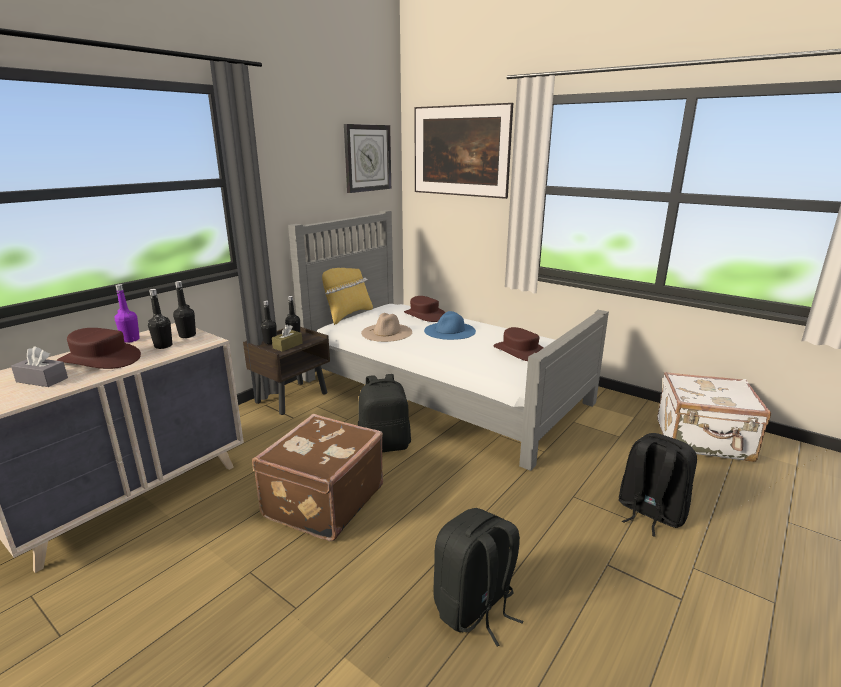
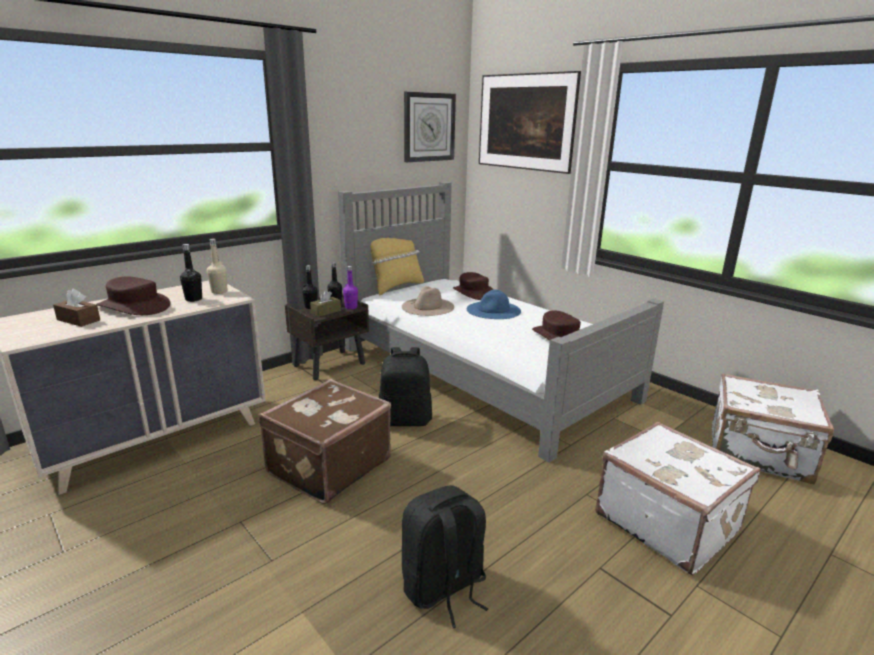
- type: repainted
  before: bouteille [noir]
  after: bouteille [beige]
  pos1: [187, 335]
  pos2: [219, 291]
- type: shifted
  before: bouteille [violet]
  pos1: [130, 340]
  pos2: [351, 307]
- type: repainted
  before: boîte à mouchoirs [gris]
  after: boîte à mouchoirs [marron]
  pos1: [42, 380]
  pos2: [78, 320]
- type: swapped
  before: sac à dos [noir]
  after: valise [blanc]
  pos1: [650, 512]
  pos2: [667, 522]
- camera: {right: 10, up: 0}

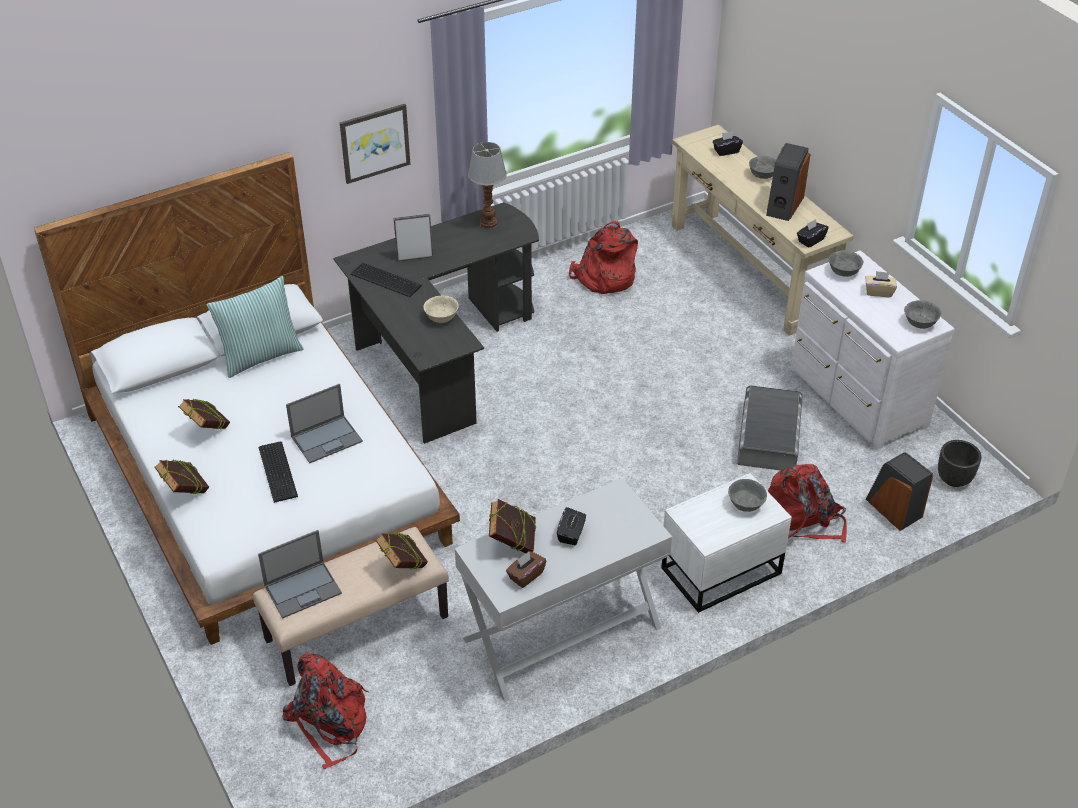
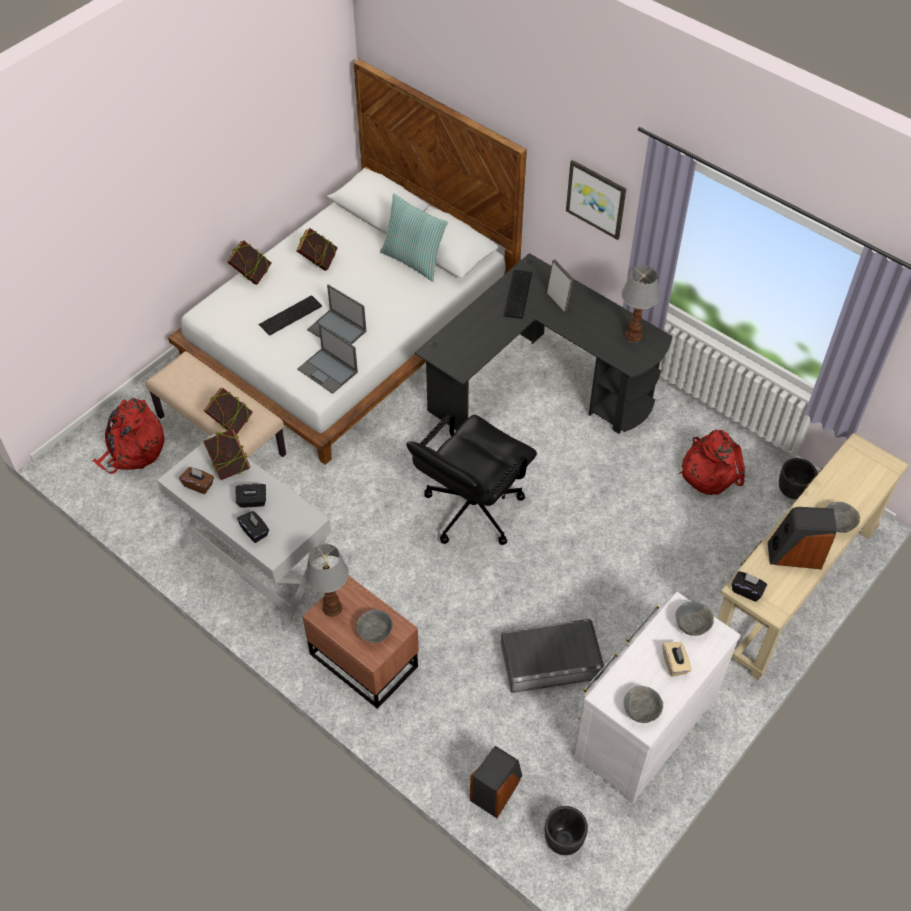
- type: shifted
  before: boîte à mouchoirs [noir]
  pos1: [726, 151]
  pos2: [255, 531]
- type: gone
  before: bol [beige]
  pos1: [441, 318]
- type: gone
  before: sac à dos [rouge]
  pos1: [802, 520]
- type: repainted
  before: table de chevet [blanc]
  after: table de chevet [marron]
  pos1: [718, 570]
  pos2: [364, 658]
- type: shifted
  before: ordinateur portable
  pos1: [303, 589]
  pos2: [328, 371]
- type: new
  after: chaise de bureau [noir]
  pos2: [471, 509]
- type: new
  after: cache-pot [noir]
  pos2: [792, 490]
- type: new
  after: lampe de table
  pos2: [332, 608]
- camera: {right: 70, up: 10}

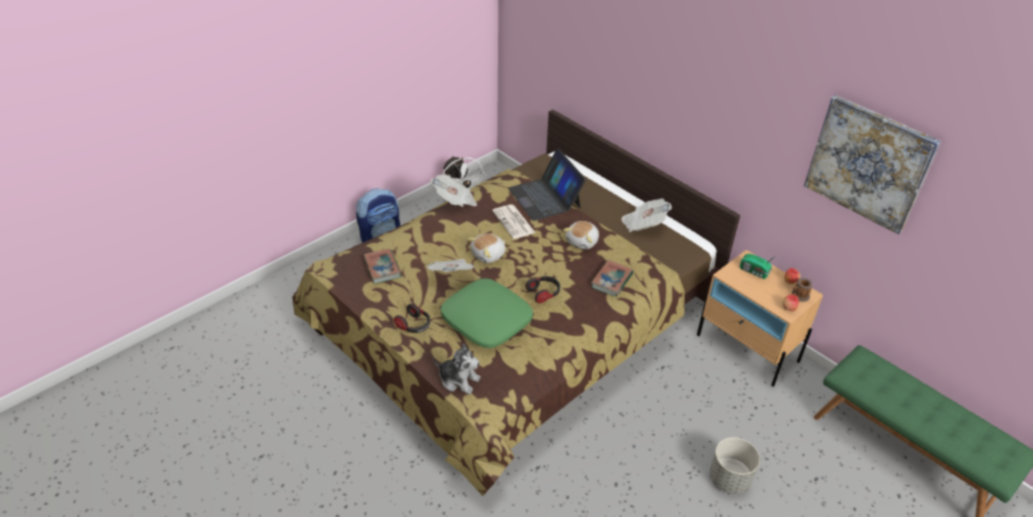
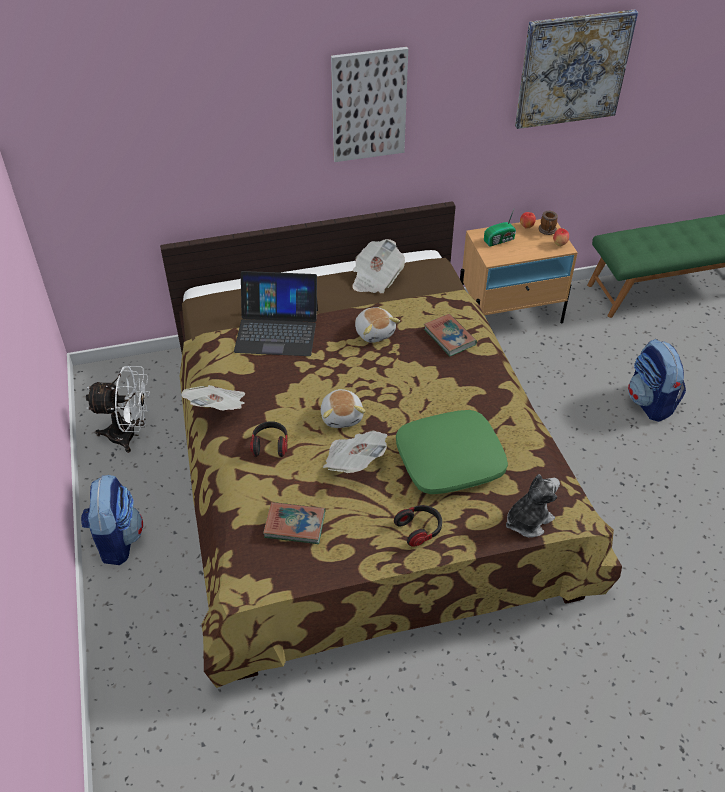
- type: gone
  before: journal
  pos1: [514, 222]
- type: shifted
  before: casque audio
  pos1: [544, 293]
  pos2: [270, 445]
- type: swapped
  before: cache-pot [gris]
  after: sac à dos
  pos1: [729, 479]
  pos2: [650, 402]
- type: new
  after: tableau
  pos2: [369, 105]
- camera: {right: -60, up: 5}

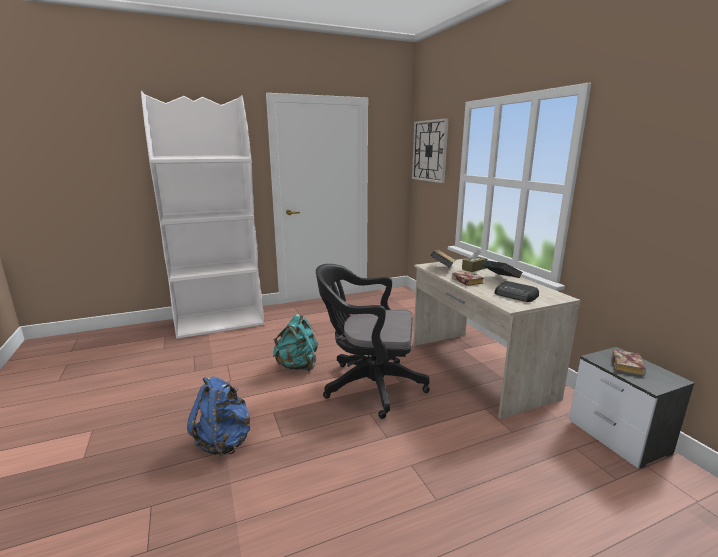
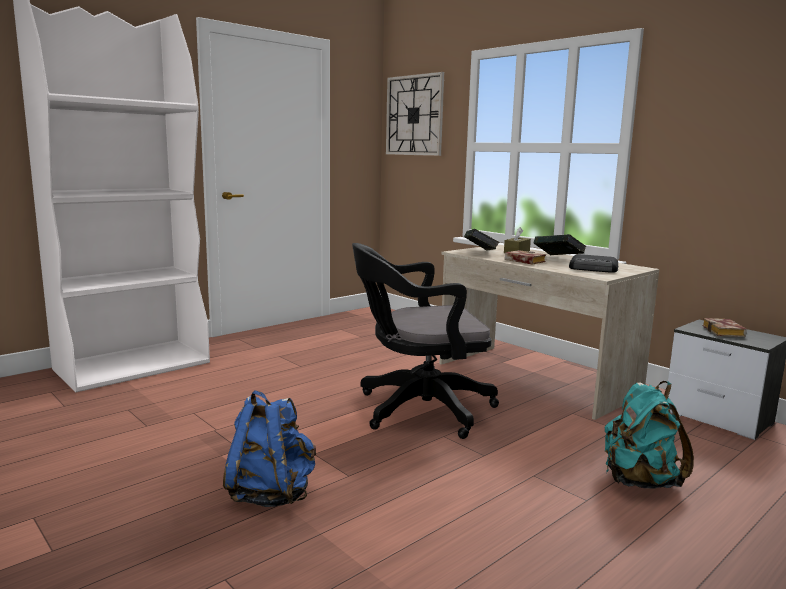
- type: shifted
  before: sac à dos [turquoise]
  pos1: [297, 366]
  pos2: [639, 481]
- camera: {right: -20, up: -5}

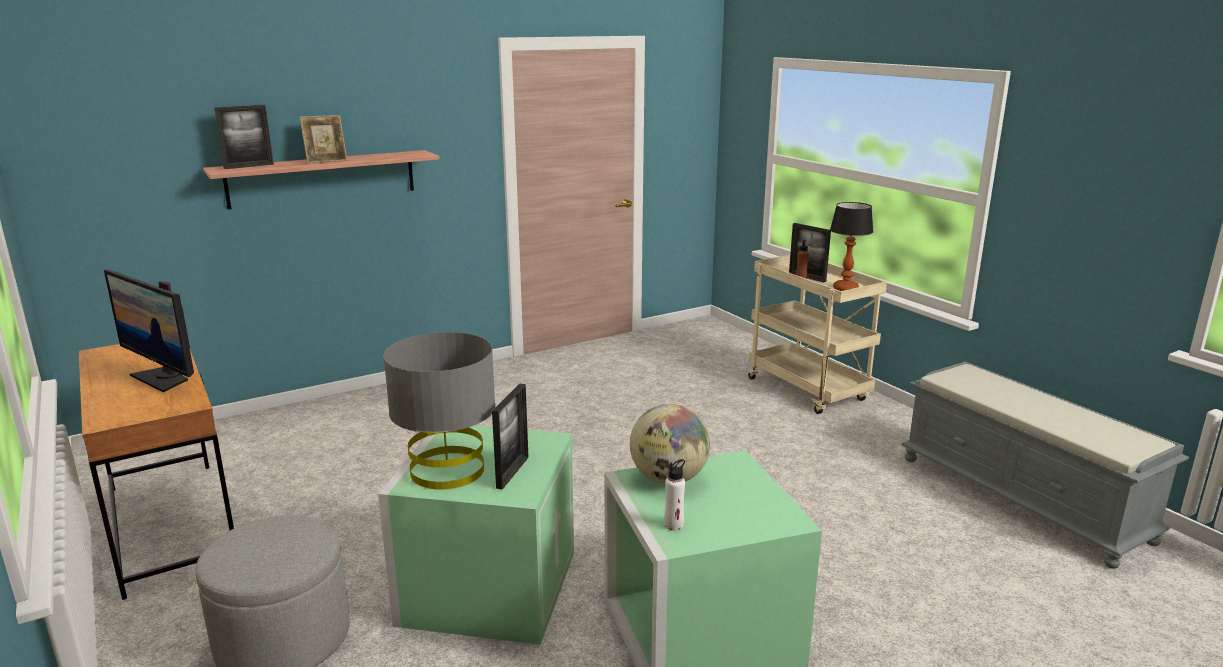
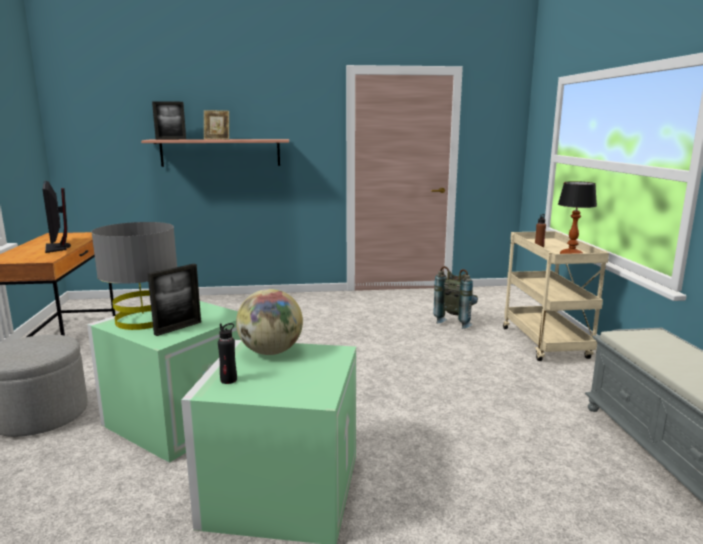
- type: gone
  before: cadre photo
  pos1: [807, 277]
- type: repainted
  before: bouteille [blanc]
  after: bouteille [noir]
  pos1: [674, 525]
  pos2: [228, 380]
- type: new
  after: sac à dos [gris]
  pos2: [456, 321]
- camera: {right: 25, up: -5}

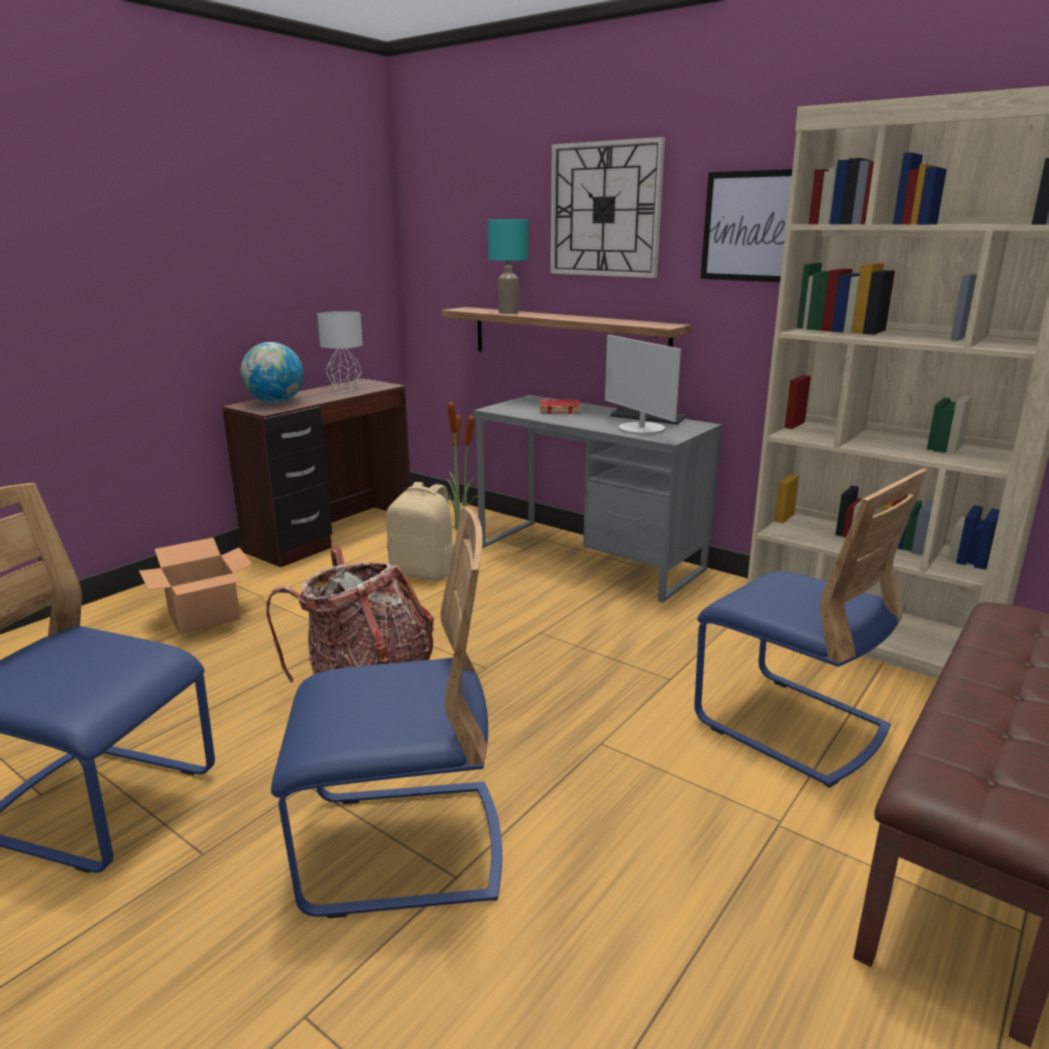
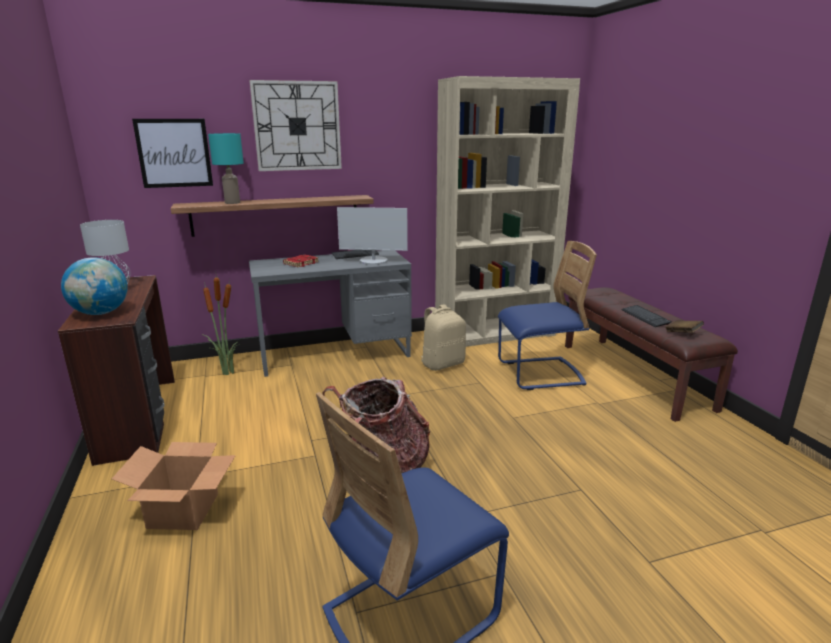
- type: shifted
  before: tableau
  pos1: [753, 226]
  pos2: [174, 153]
- type: shifted
  before: sac à dos [beige]
  pos1: [424, 572]
  pos2: [442, 364]
- type: gone
  before: chaise [bleu]
  pos1: [401, 848]
- type: new
  after: clavier
  pos2: [645, 317]
- type: new
  after: livre [marron]
  pos2: [682, 333]
- camera: {right: -55, up: 0}

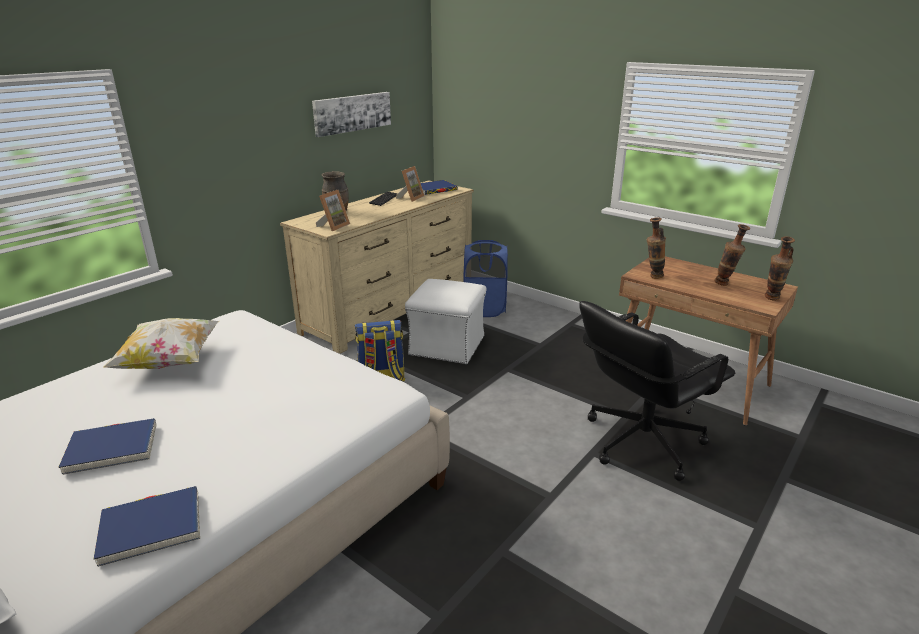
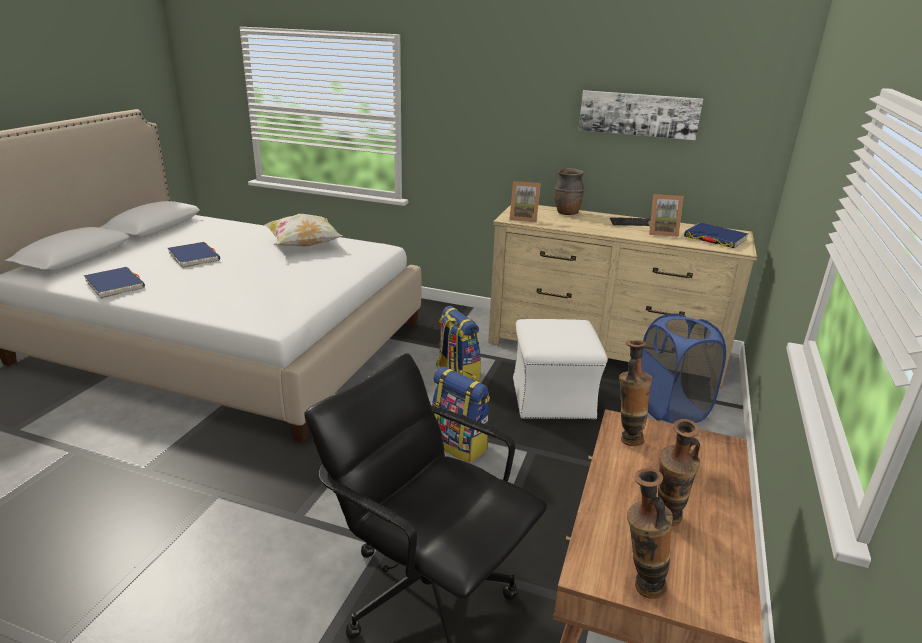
- type: new
  after: sac à dos
  pos2: [459, 444]
- camera: {right: 70, up: 0}

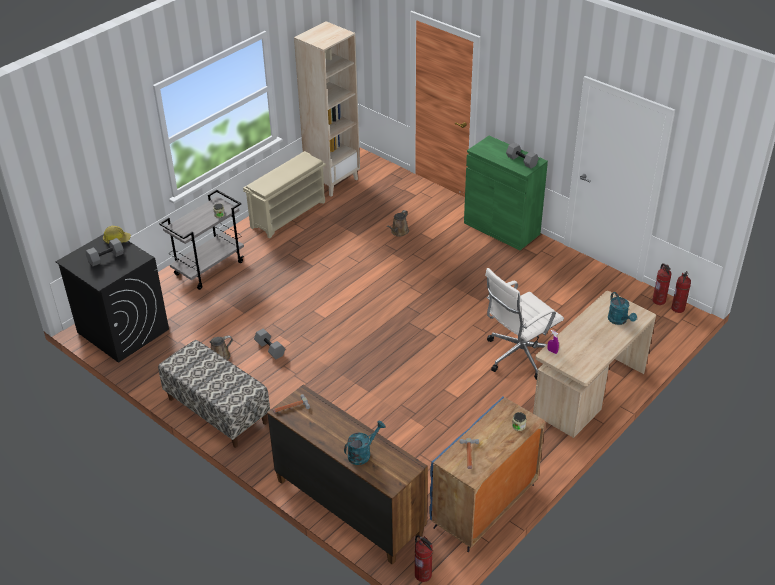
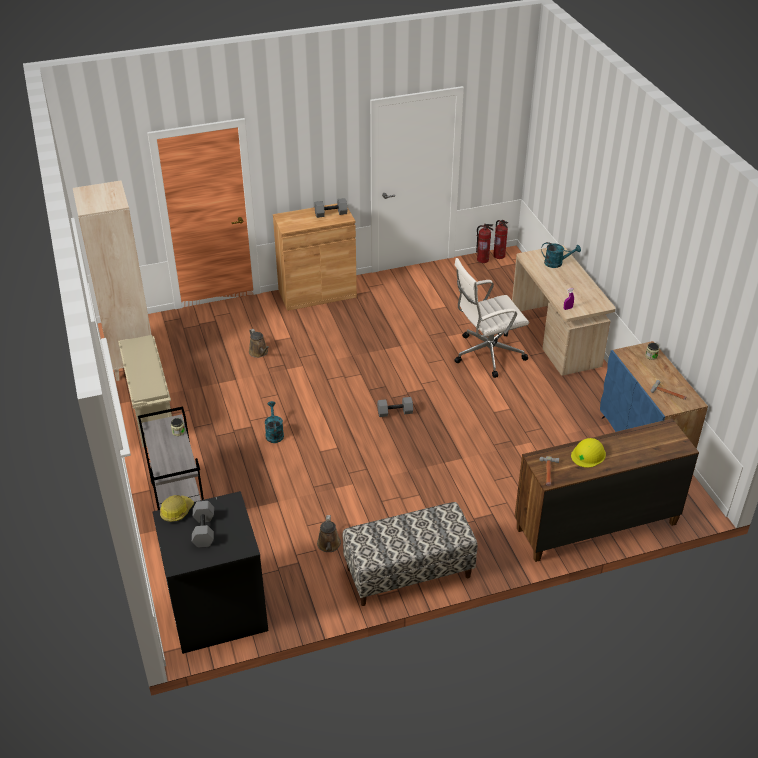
- type: repainted
  before: meuble de rangement [vert]
  after: meuble de rangement [marron]
  pos1: [501, 228]
  pos2: [317, 294]
- type: rotated
  before: chaise de bureau [blanc]
  pos1: [519, 355]
  pos2: [486, 354]
  turn: 75
- type: shifted
  before: haltère [gris]
  pos1: [269, 349]
  pos2: [394, 413]
- type: shifted
  before: arrosoir [turquoise]
  pos1: [362, 453]
  pos2: [274, 433]
- type: gone
  before: extincteur
  pos1: [423, 574]
- type: new
  after: casque de chantier [jaune]
  pos2: [588, 454]
- camera: {right: -60, up: 0}

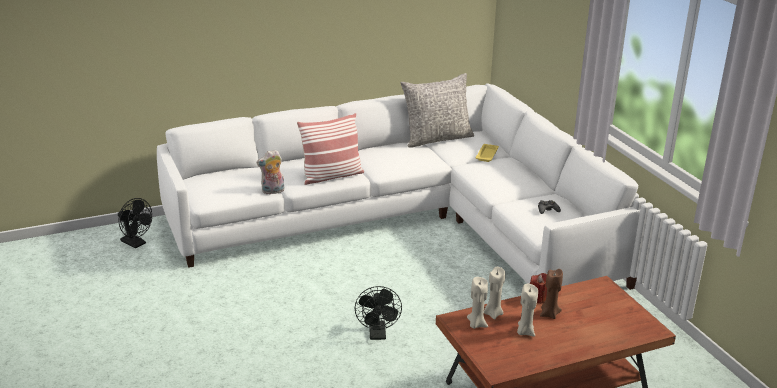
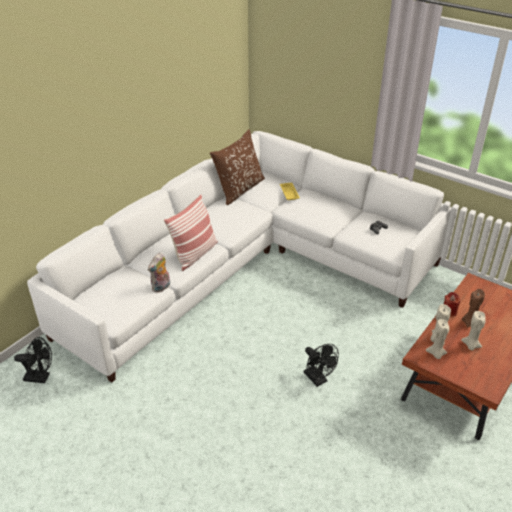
- type: repainted
  before: coussin [gris]
  after: coussin [marron]
  pos1: [436, 138]
  pos2: [239, 189]
- camera: {right: -30, up: 10}

